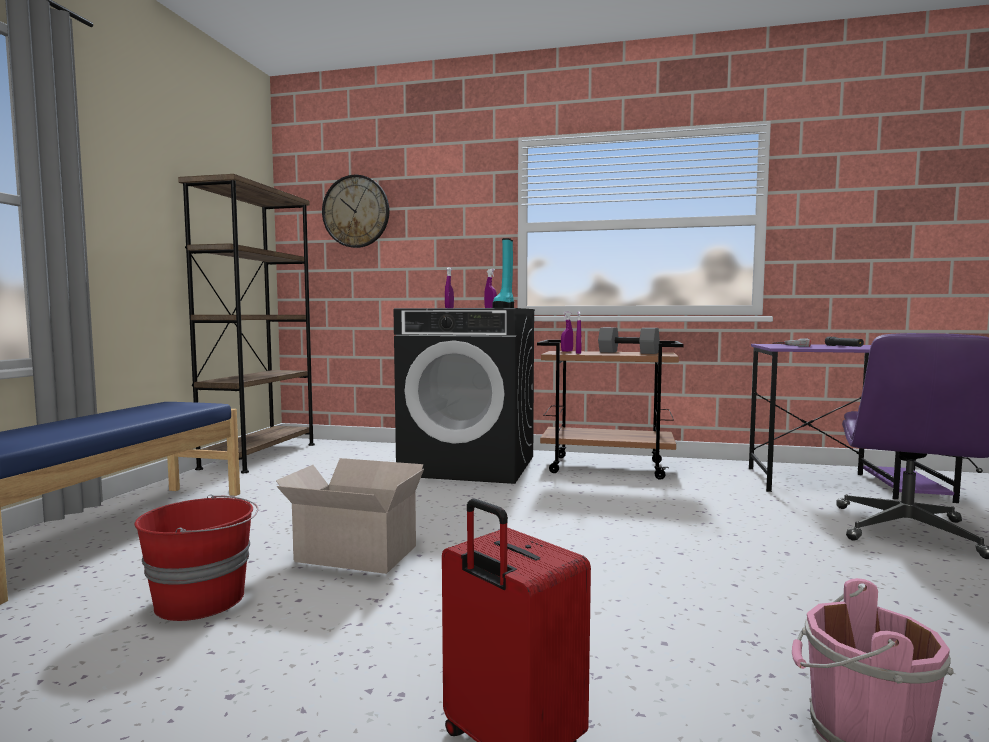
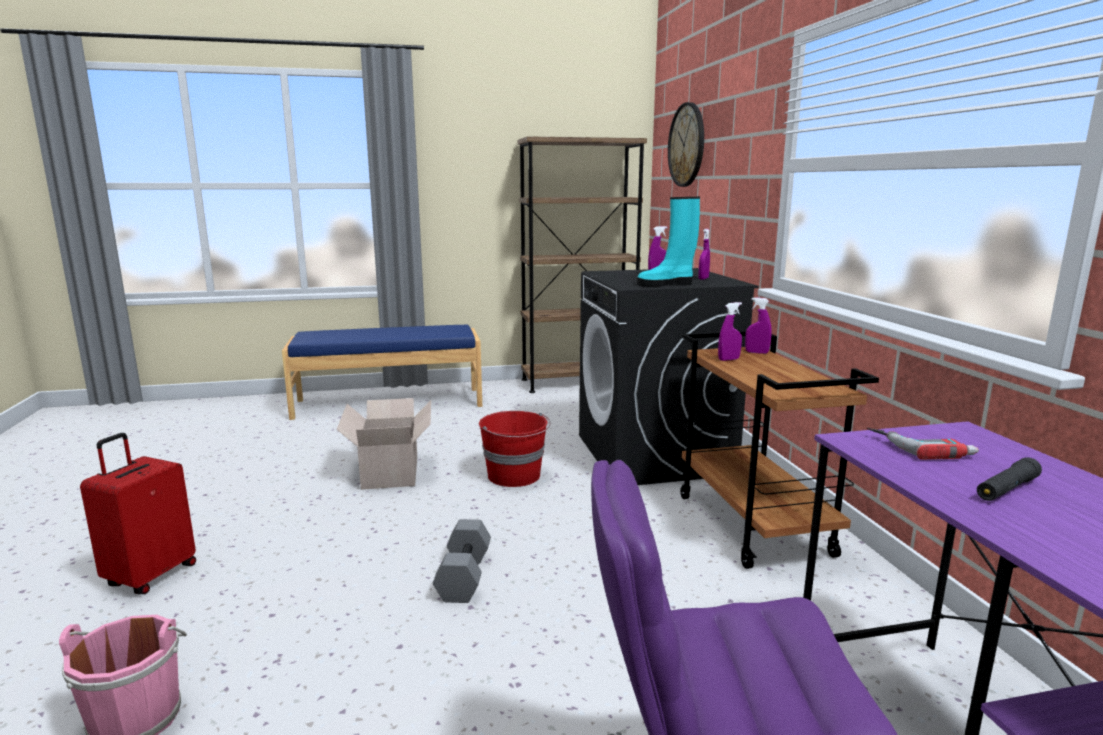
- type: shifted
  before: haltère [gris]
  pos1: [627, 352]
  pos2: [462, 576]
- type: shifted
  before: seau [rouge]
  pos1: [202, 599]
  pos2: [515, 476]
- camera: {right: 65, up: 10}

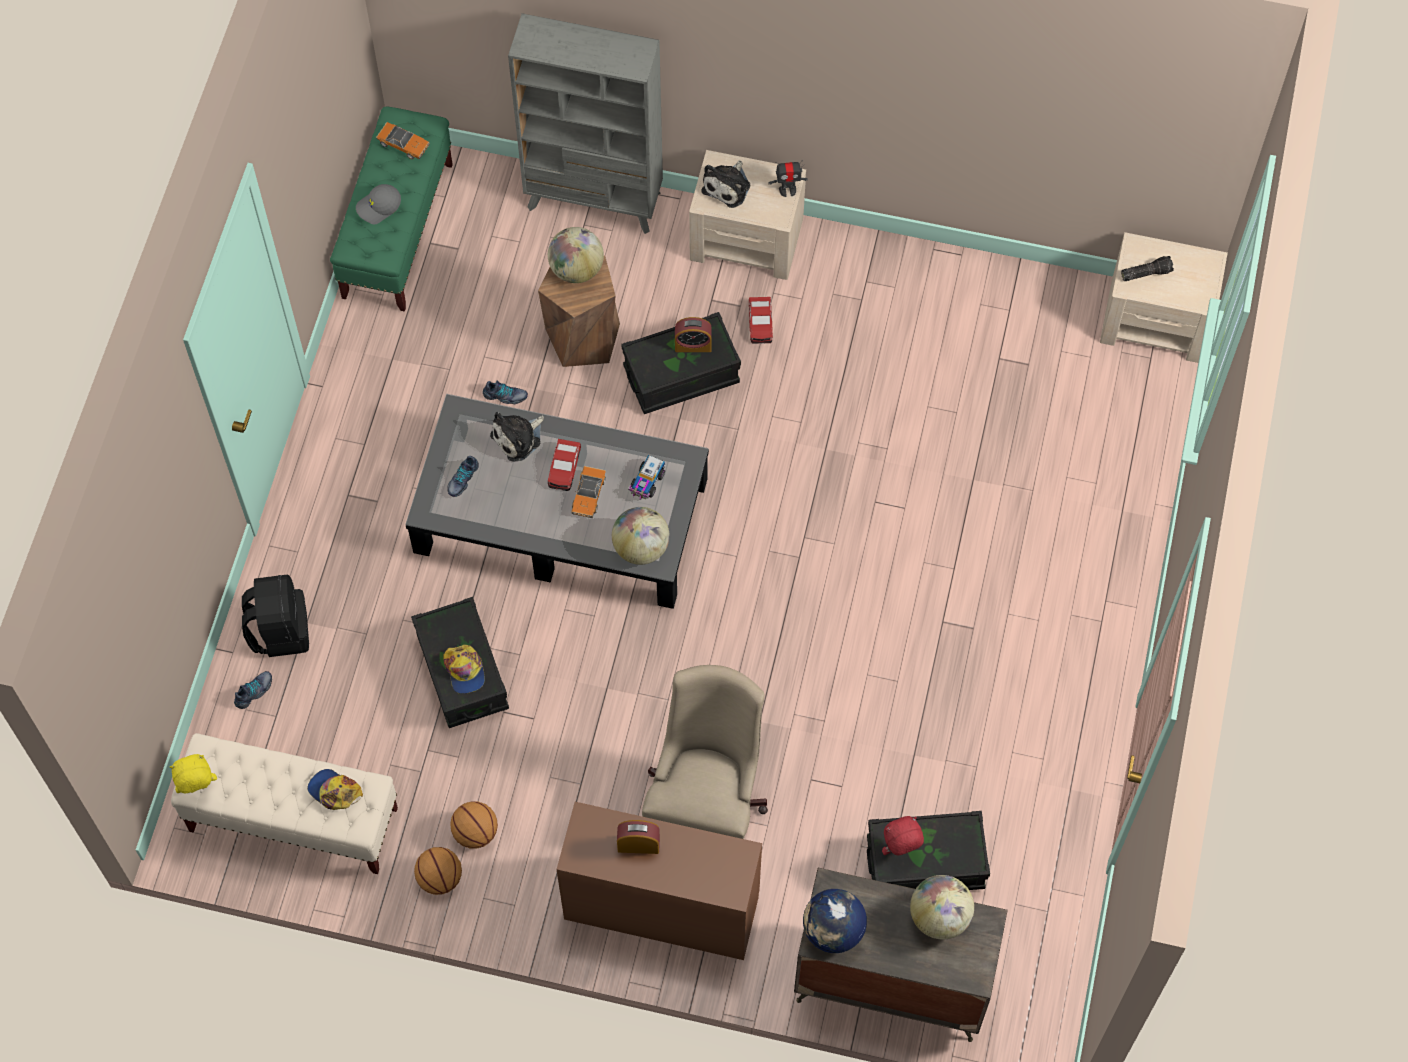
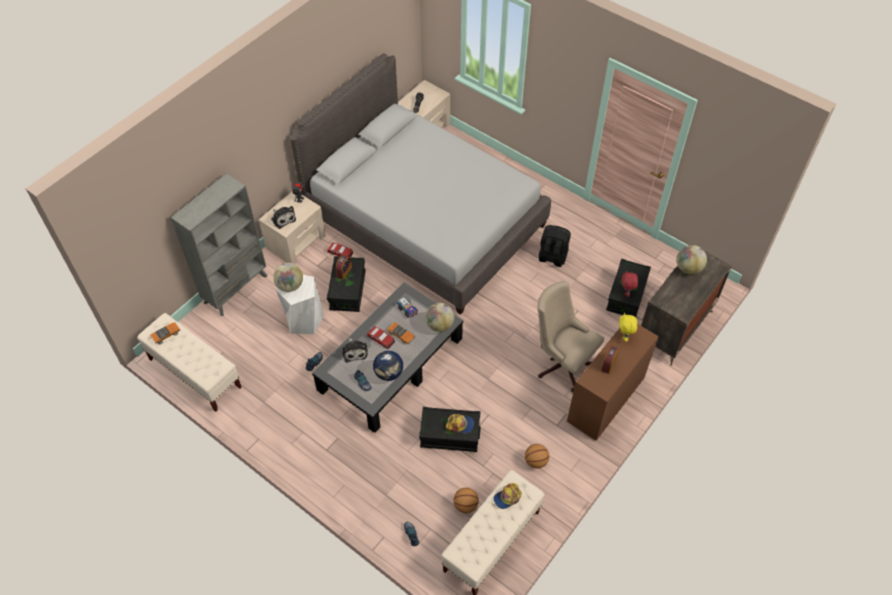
- type: repainted
  before: banc [vert]
  after: banc [beige]
  pos1: [398, 230]
  pos2: [195, 373]
- type: gone
  before: casquette [gris]
  pos1: [379, 207]
- type: repainted
  before: tabouret [marron]
  after: tabouret [blanc]
  pos1: [583, 337]
  pos2: [304, 320]
- type: shifted
  before: sac à dos [noir]
  pos1: [280, 630]
  pos2: [552, 257]
- type: shifted
  before: peluche [jaune]
  pos1: [198, 789]
  pos2: [625, 336]
- type: shifted
  before: ballon de basket
  pos1: [440, 878]
  pos2: [465, 505]
- type: shifted
  before: globe
  pos1: [833, 930]
  pos2: [389, 373]
- type: new
  after: lit [gris]
  pos2: [425, 220]
- camera: {right: -65, up: -10}

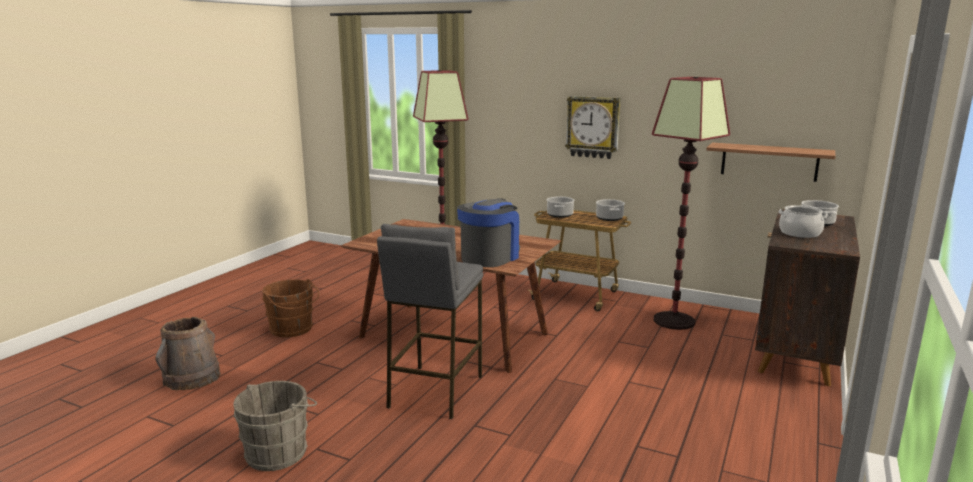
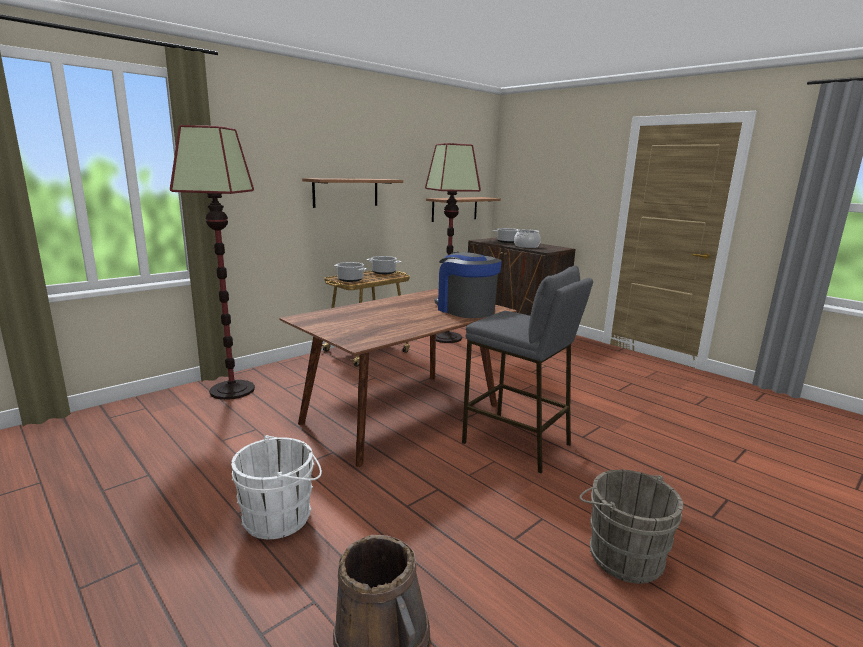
- type: swapped
  before: horloge murale
  after: étagère
  pos1: [593, 127]
  pos2: [346, 192]
- type: repainted
  before: seau [marron]
  after: seau [blanc]
  pos1: [292, 329]
  pos2: [281, 516]
- camera: {right: -70, up: 0}

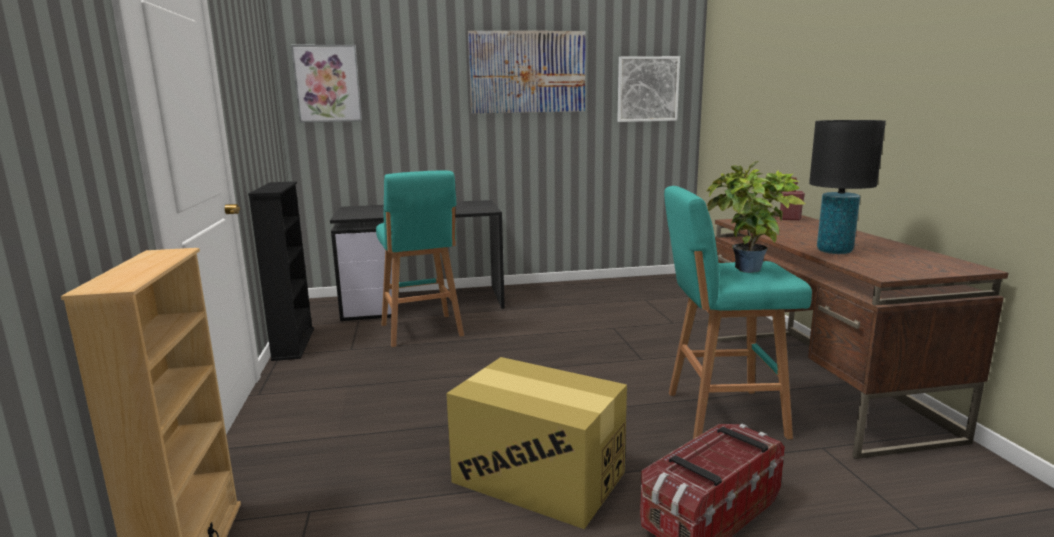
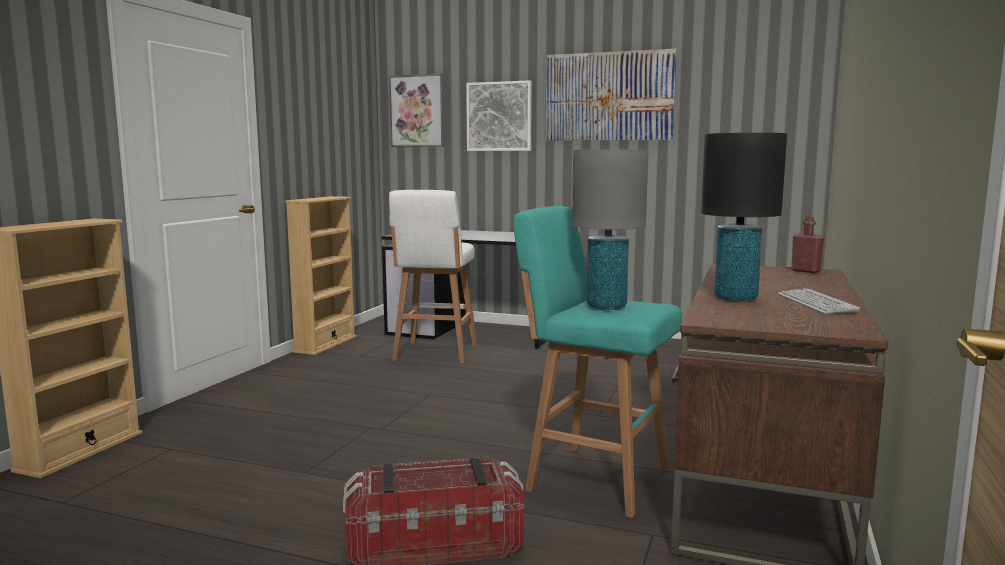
- type: shifted
  before: tableau
  pos1: [647, 89]
  pos2: [499, 116]
- type: swapped
  before: plante en pot
  after: lampe de table [gris]
  pos1: [746, 271]
  pos2: [606, 306]
- type: repainted
  before: tabouret [turquoise]
  after: tabouret [blanc]
  pos1: [422, 331]
  pos2: [435, 353]
- type: repainted
  before: bibliothèque [noir]
  after: bibliothèque [beige]
  pos1: [293, 344]
  pos2: [325, 344]
- type: gone
  before: carton
  pos1: [538, 477]
- type: new
  after: clavier
  pos2: [815, 303]
- camera: {right: 30, up: -5}

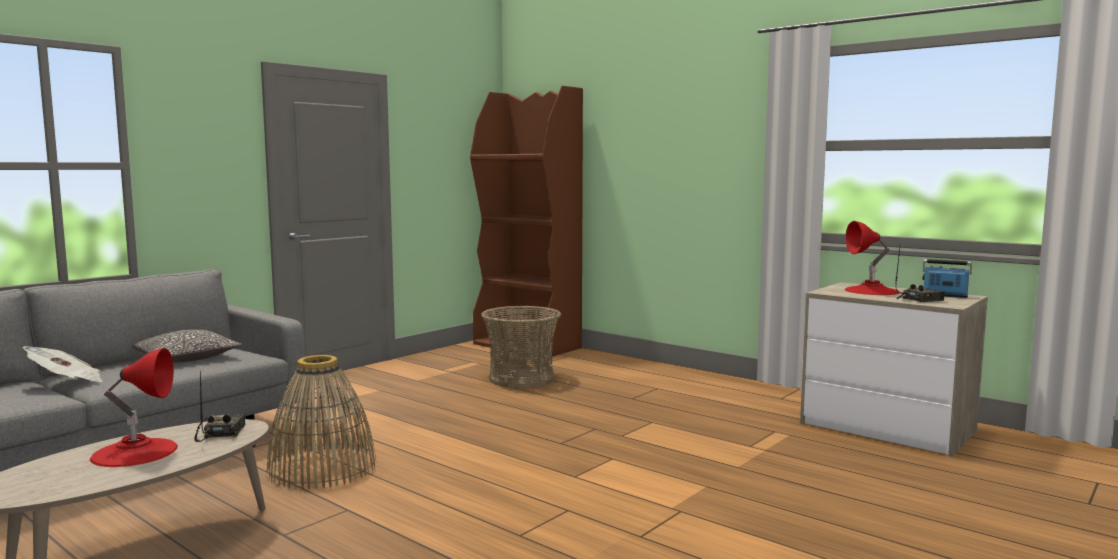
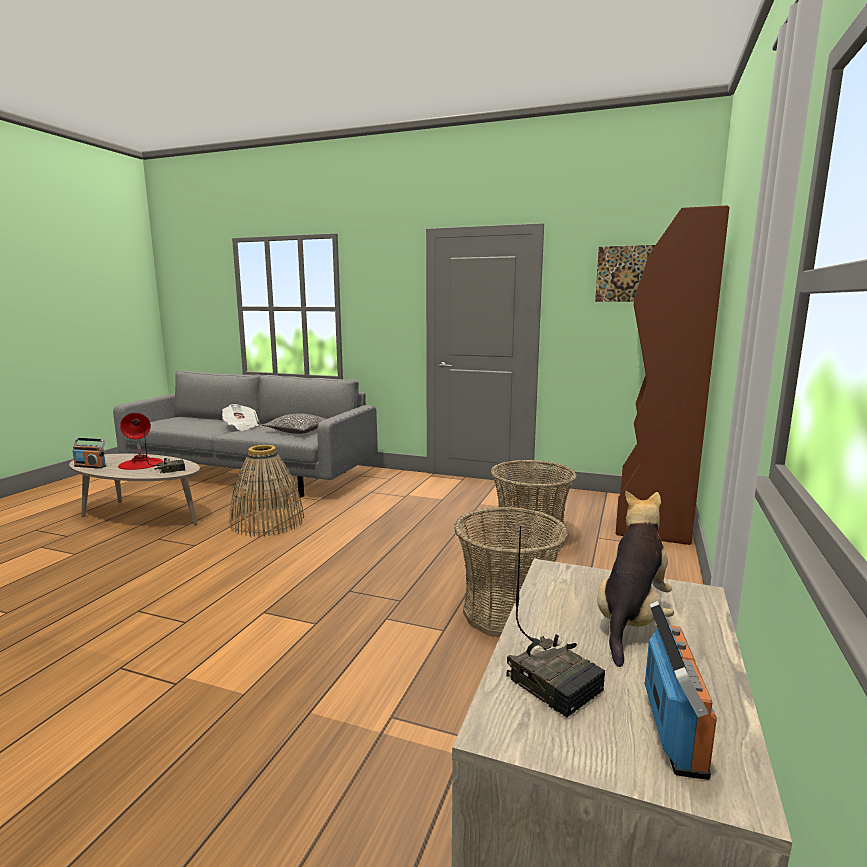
- type: swapped
  before: lampe de table [rouge]
  after: peluche
  pos1: [871, 291]
  pos2: [631, 620]
- type: new
  after: tableau
  pos2: [624, 274]
- type: new
  after: radio
  pos2: [90, 466]
- type: new
  after: panier
  pos2: [508, 613]
- camera: {right: 70, up: 5}

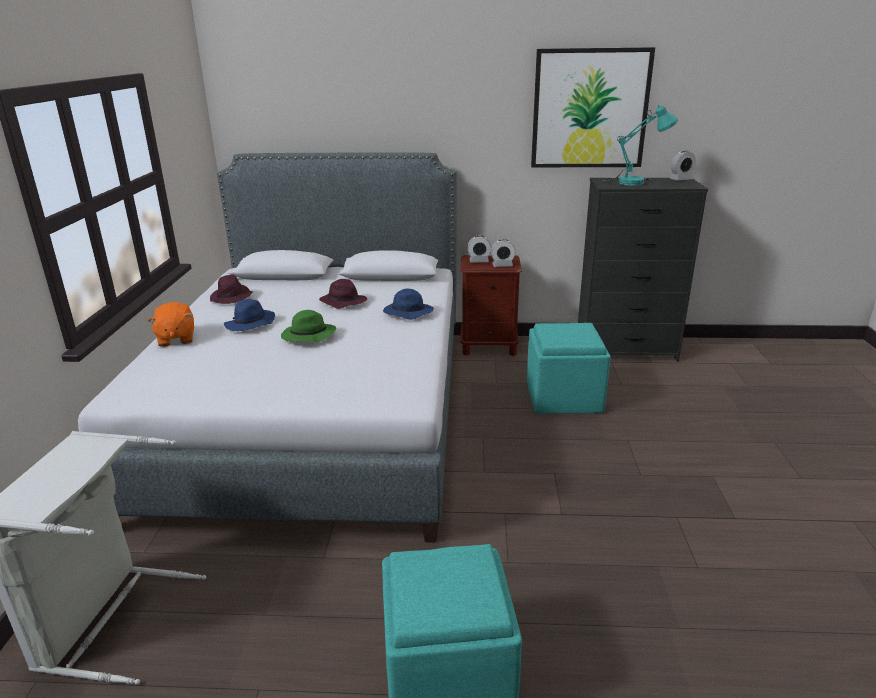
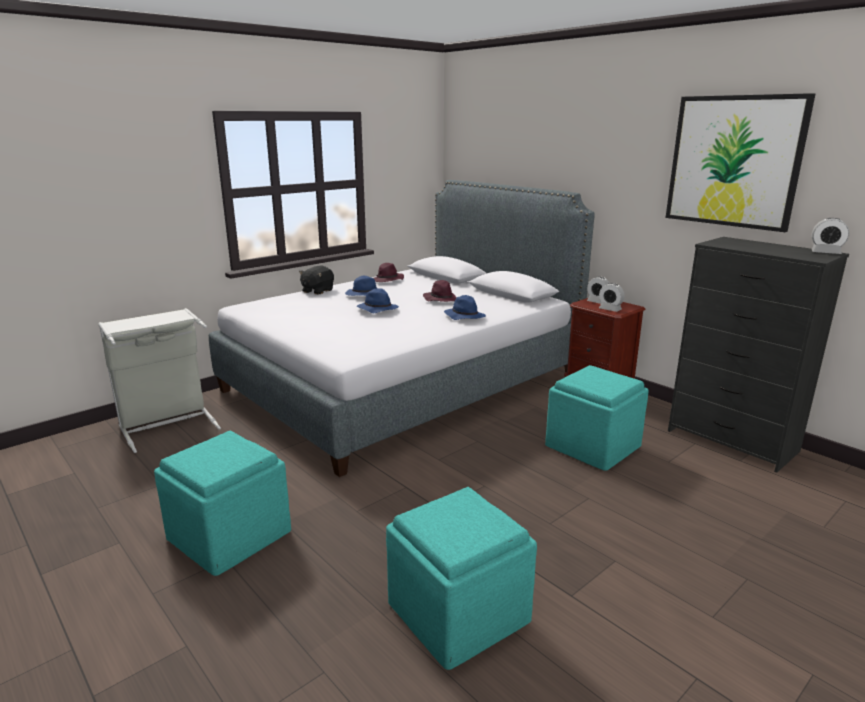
- type: gone
  before: lampe de table [turquoise]
  pos1: [634, 182]
- type: repainted
  before: peluche [orange]
  after: peluche [noir]
  pos1: [176, 339]
  pos2: [317, 291]
- type: repainted
  before: chapeau [vert]
  after: chapeau [bleu]
  pos1: [308, 336]
  pos2: [377, 309]
- type: new
  after: pouf [turquoise]
  pos2: [456, 612]
- camera: {right: 45, up: -5}

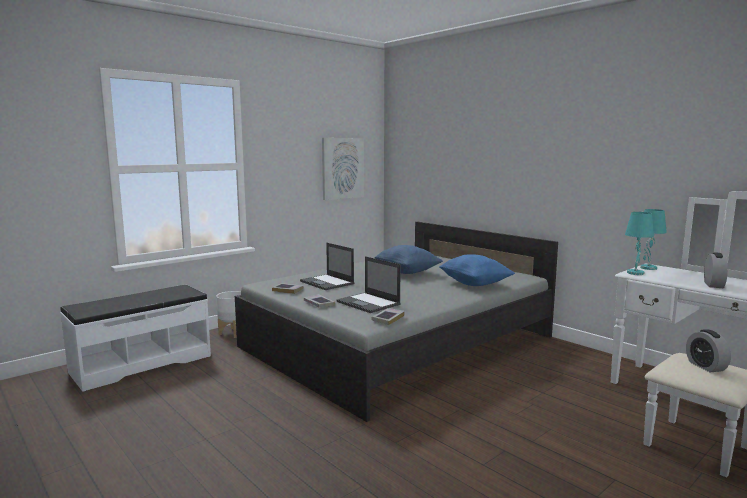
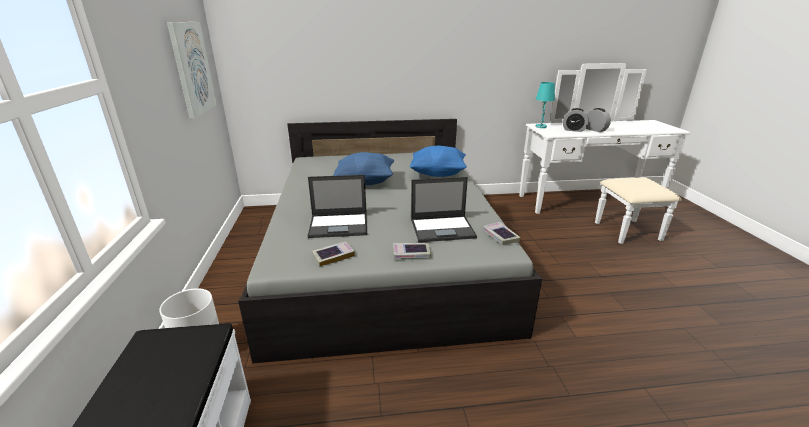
- type: gone
  before: lampe de table [turquoise]
  pos1: [635, 273]
- type: shifted
  before: réveil
  pos1: [705, 366]
  pos2: [573, 130]
- camera: {right: -55, up: 15}

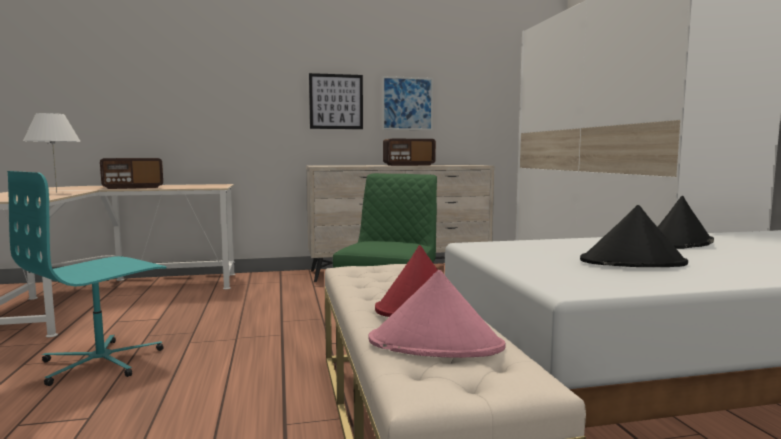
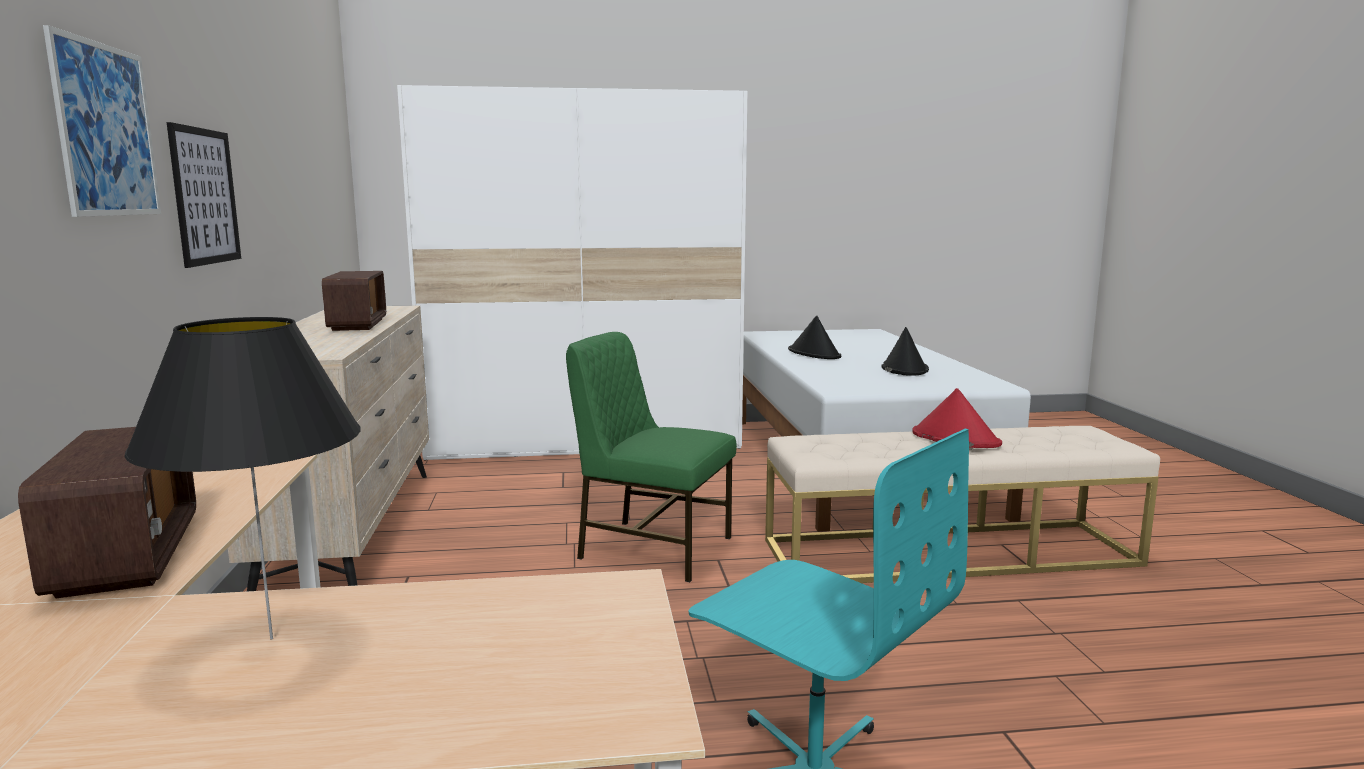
- type: shifted
  before: tableau
  pos1: [407, 103]
  pos2: [106, 130]
- type: repainted
  before: lampe de table [blanc]
  after: lampe de table [noir]
  pos1: [57, 192]
  pos2: [271, 638]
- type: gone
  before: chapeau [rose]
  pos1: [436, 344]
- camera: {right: -85, up: 5}

